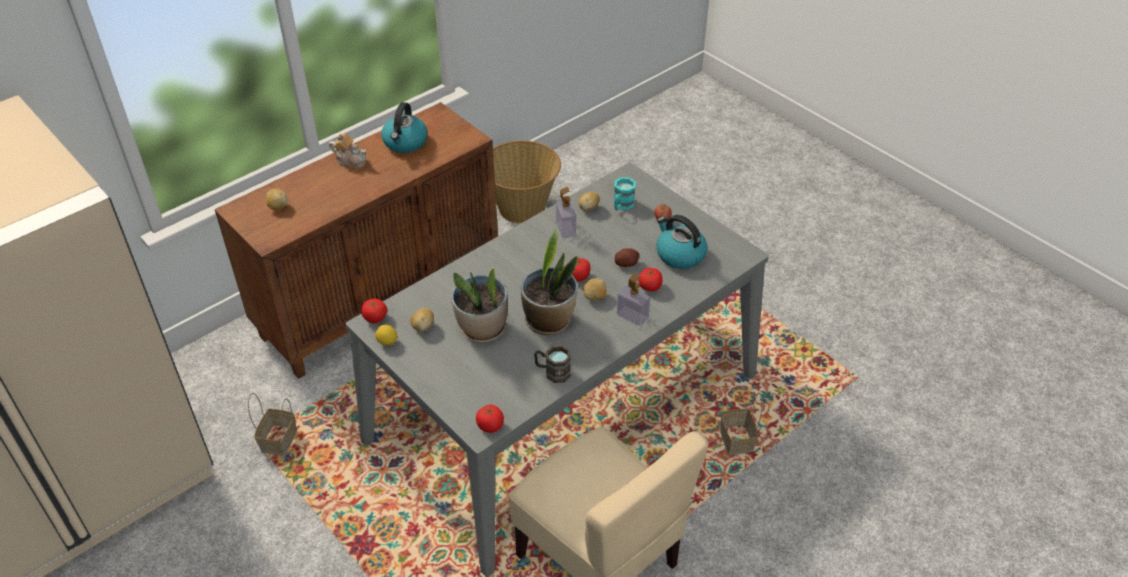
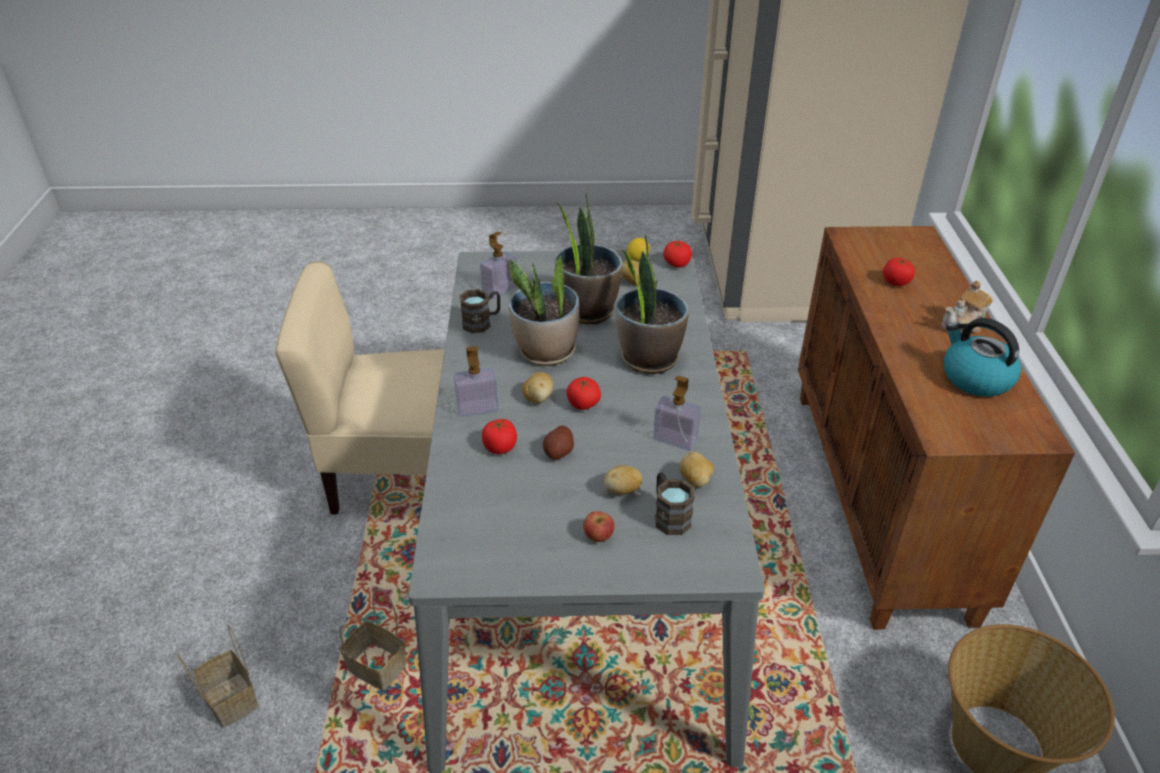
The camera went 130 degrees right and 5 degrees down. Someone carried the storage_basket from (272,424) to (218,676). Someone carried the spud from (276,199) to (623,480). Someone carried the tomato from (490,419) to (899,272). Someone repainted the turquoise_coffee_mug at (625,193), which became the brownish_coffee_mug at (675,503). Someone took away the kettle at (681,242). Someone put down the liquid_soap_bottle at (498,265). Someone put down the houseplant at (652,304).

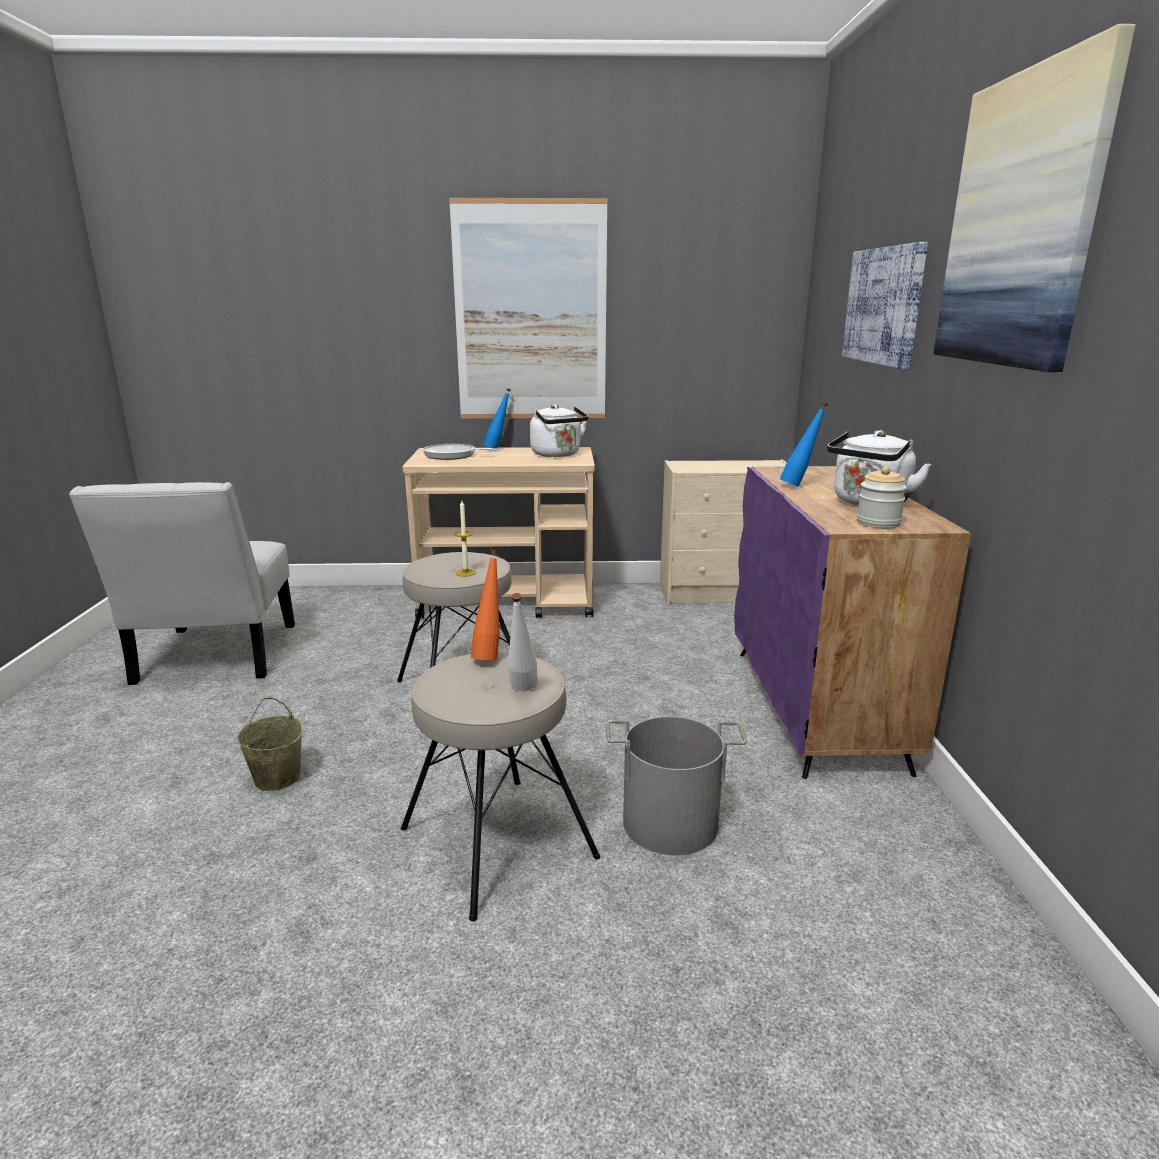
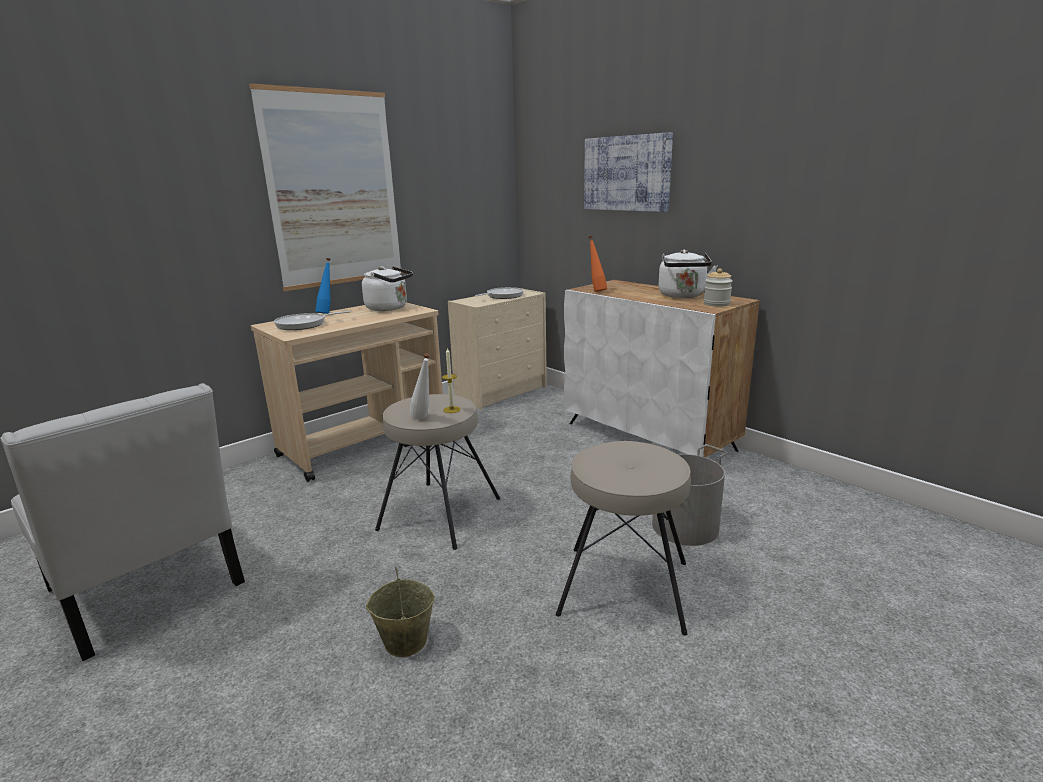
The camera went 40 degrees left and 0 degrees up. Someone carried the orange-coloured_drink_bottle from (485,605) to (598,264). Someone carried the white_drink_bottle from (523,642) to (420,386). Someone repainted the purple-coloured_storage_cabinet at (852,622), which became the white_storage_cabinet at (662,368). Someone took away the bluish_drink_bottle at (804,444). Someone took away the wall_picture at (1034,198). Someone put down the pan at (499,293).

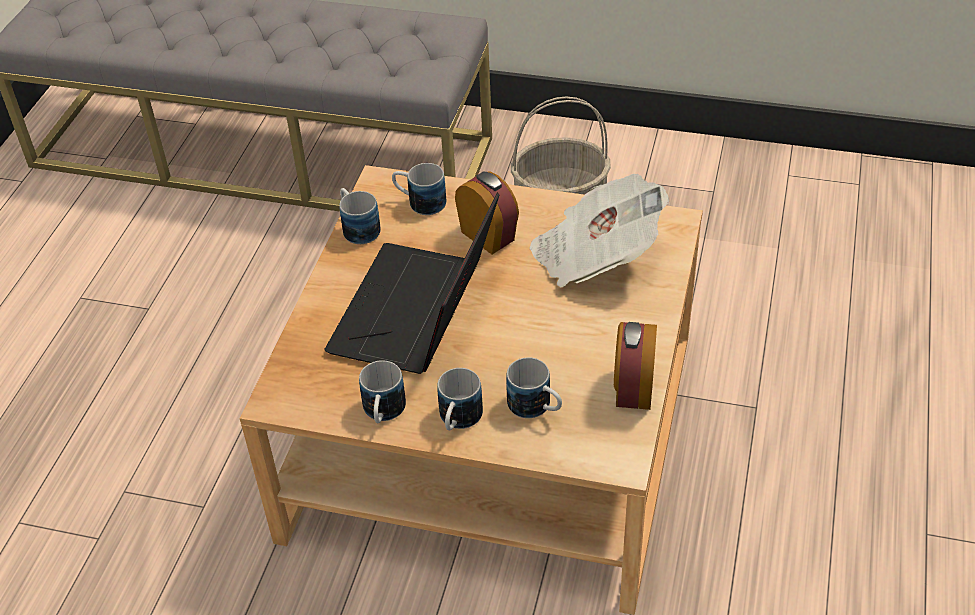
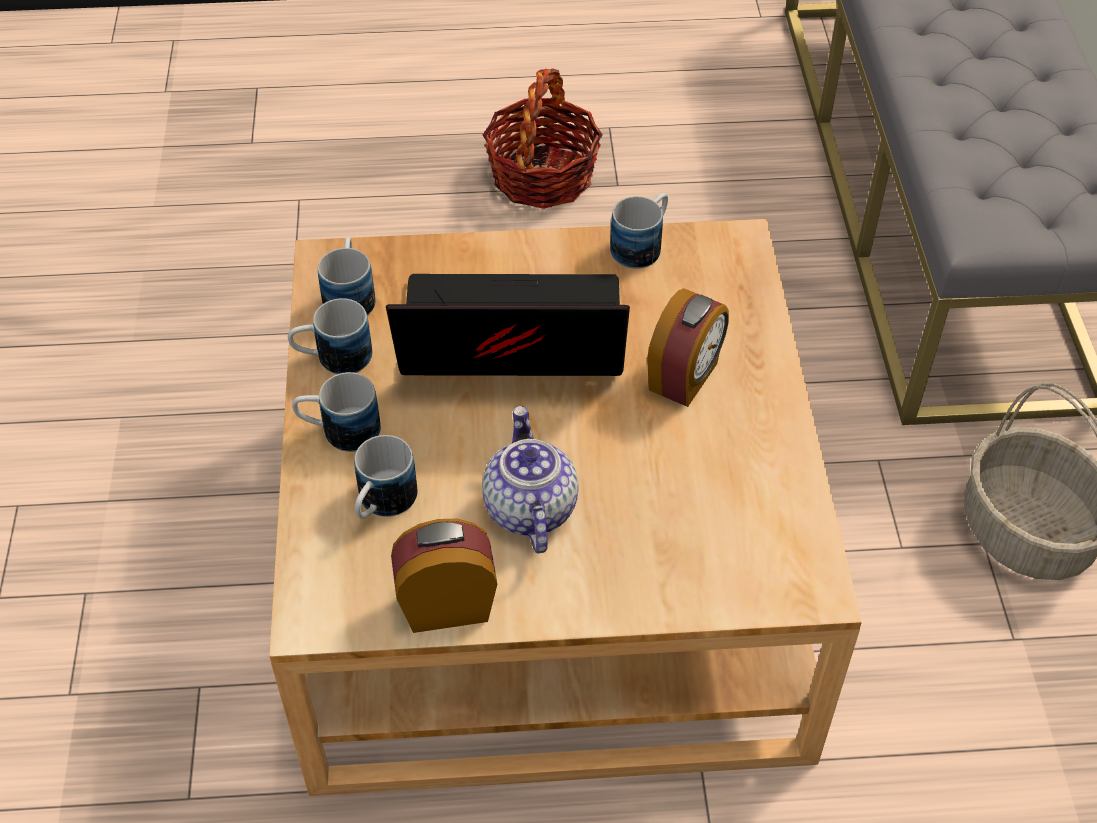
The camera went 70 degrees right and 5 degrees up. Someone carried the coffee_mug from (419,189) to (346,276). Someone took away the newspaper at (599,231). Someone put down the tea_pot at (530,480). Someone put down the storage_basket at (542,138).

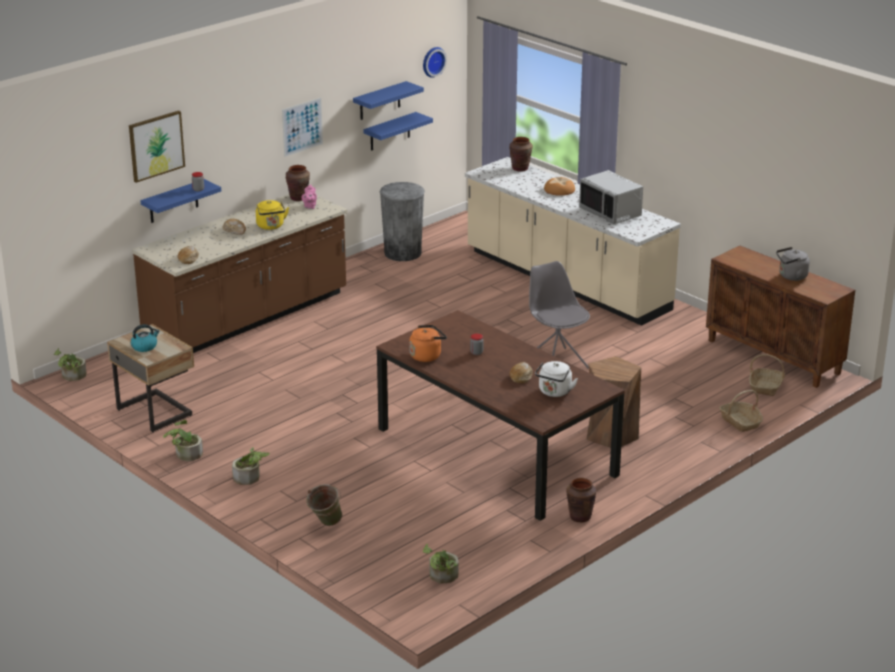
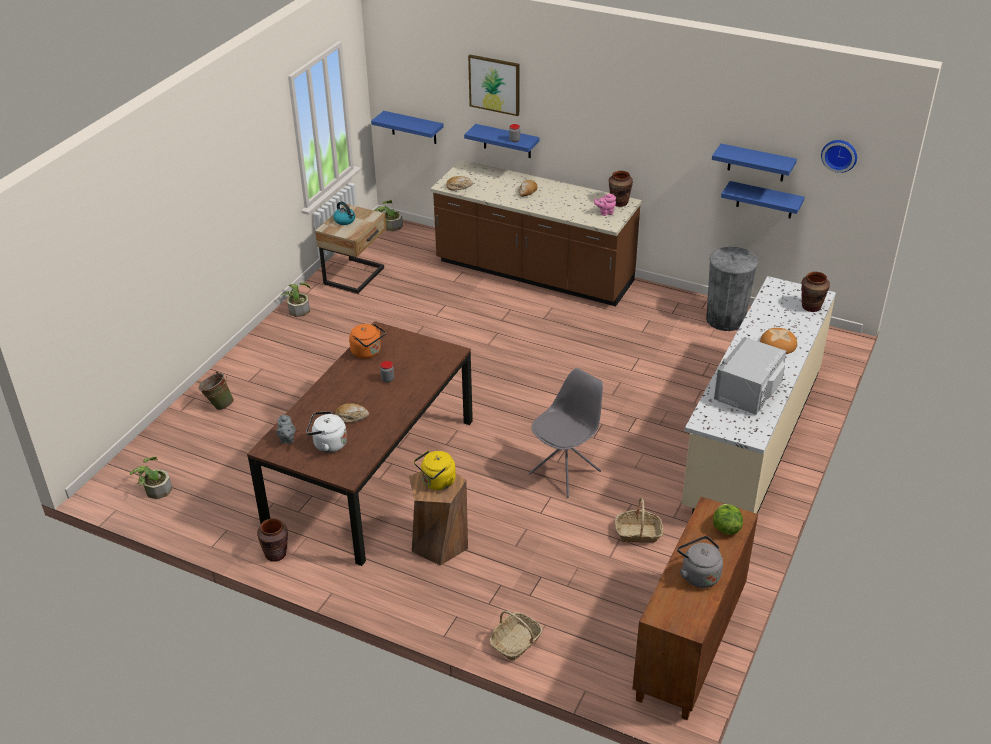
The camera went 70 degrees right and 10 degrees up. Someone took away the houseplant at (251,466). Someone carried the yellowish_kettle from (272,215) to (435,470). Someone took away the wall_picture at (302,127). Someone carried the storage_basket from (767,375) to (639,520). Someone put down the grey_tea_pot at (286,429). Someone put up the bluish_wall_shelf at (407,127). Someone put down the lettuce_head at (728,519).

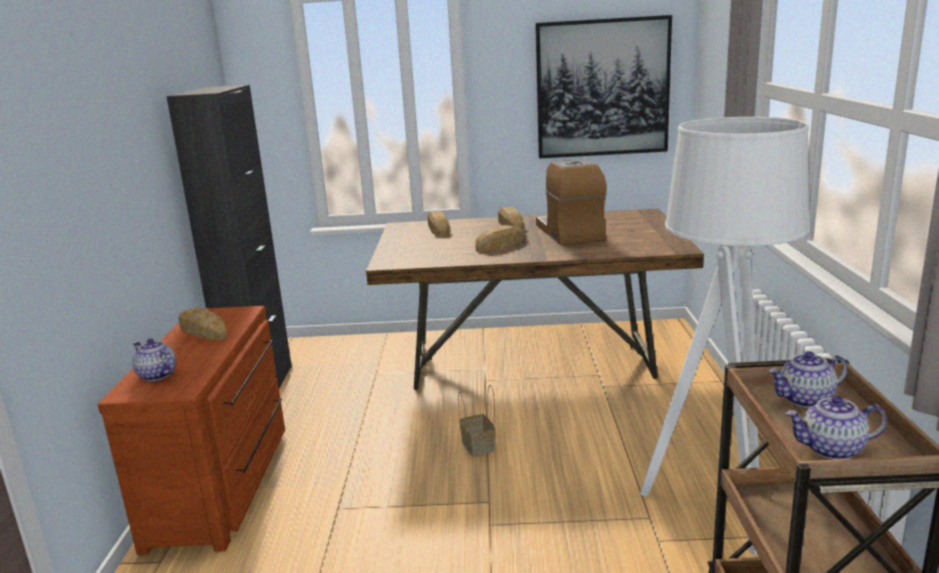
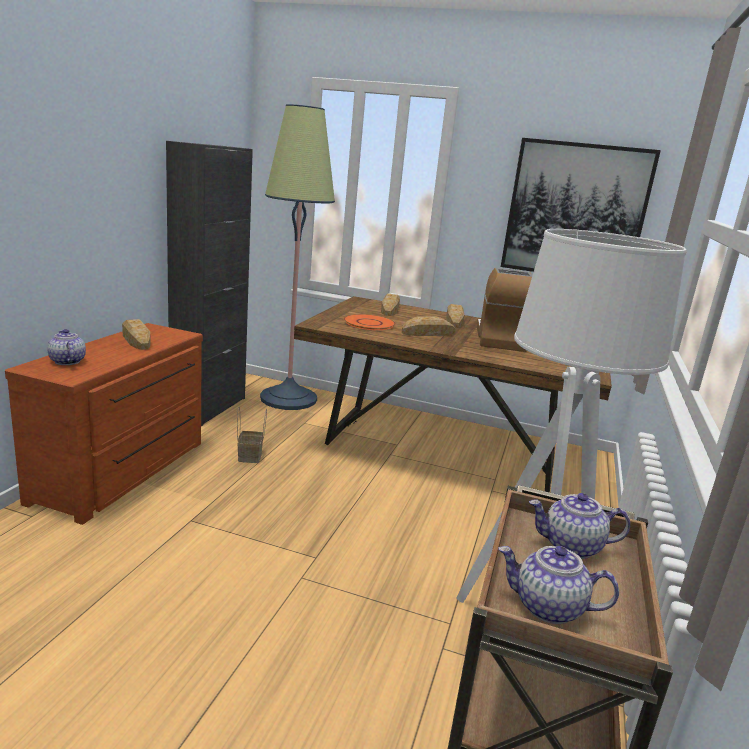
The camera went 15 degrees right and 0 degrees up. Someone carried the storage_basket from (476,421) to (252,435). Someone put down the floor_lamp at (297,257). Someone put down the orange-coloured_flat_dish at (370,322).

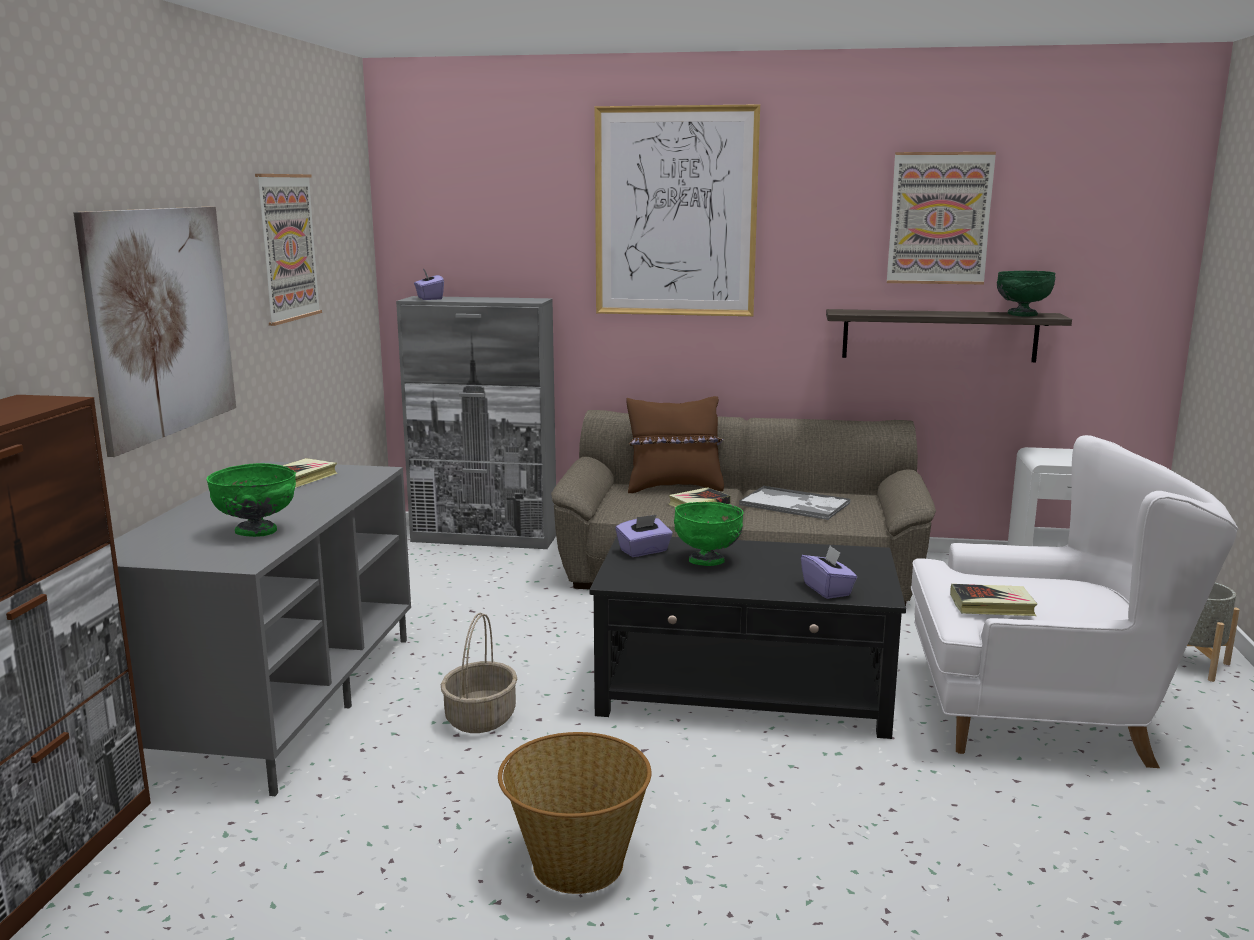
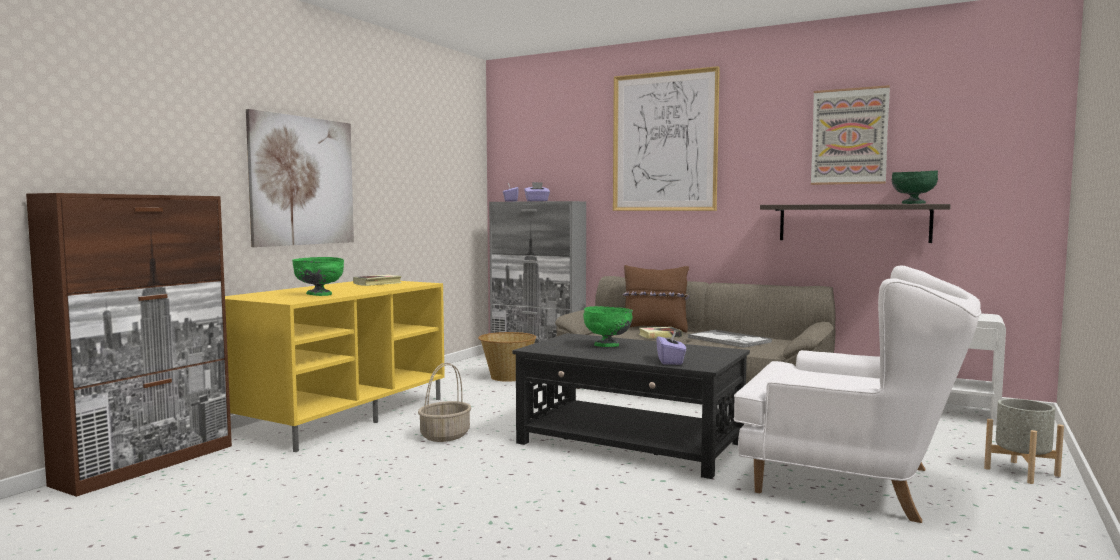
The camera went 20 degrees right and 10 degrees down. Someone repainted the grey_tv_stand at (262,628), which became the yellowish_tv_stand at (335,366). Someone took away the wall_picture at (288,250). Someone carried the storage_basket from (574,813) to (507,357). Someone carried the purple-coloured_tissue_box from (644,535) to (537,191). Someone took away the book at (993,600).

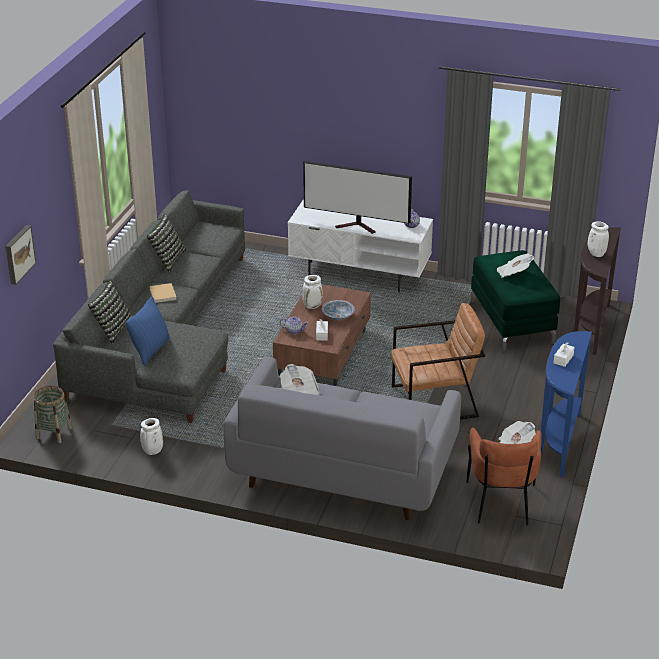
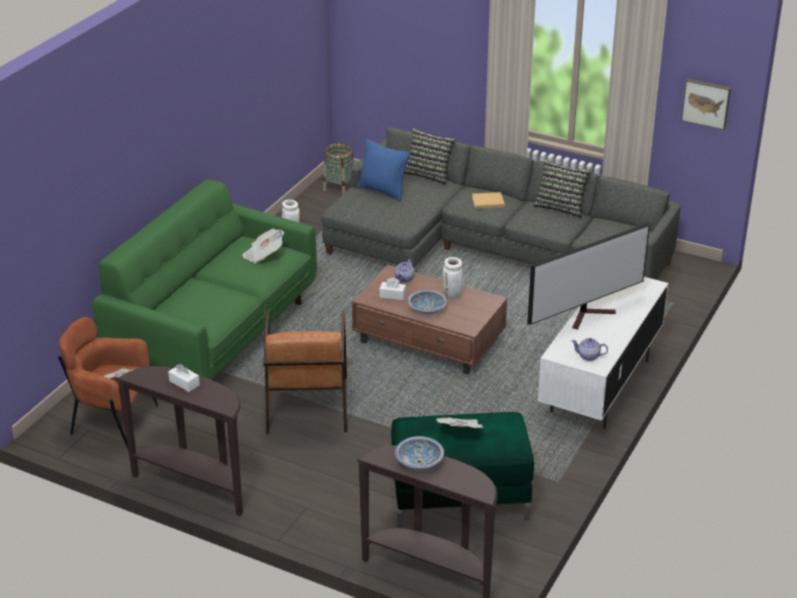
The camera went 100 degrees right and 0 degrees up. Someone carried the wall_picture from (20,255) to (706,104). Someone repainted the grey_sofa at (342,438), which became the green-coloured_sofa at (204,280). Someone rotated the television at (357,197) by 150 degrees counterclockwise. Someone repainted the bluish_narrow_table at (566,404), which became the brownish_narrow_table at (179,441). Someone swapped the white_vase at (598,239) for the bowl at (419,453).

